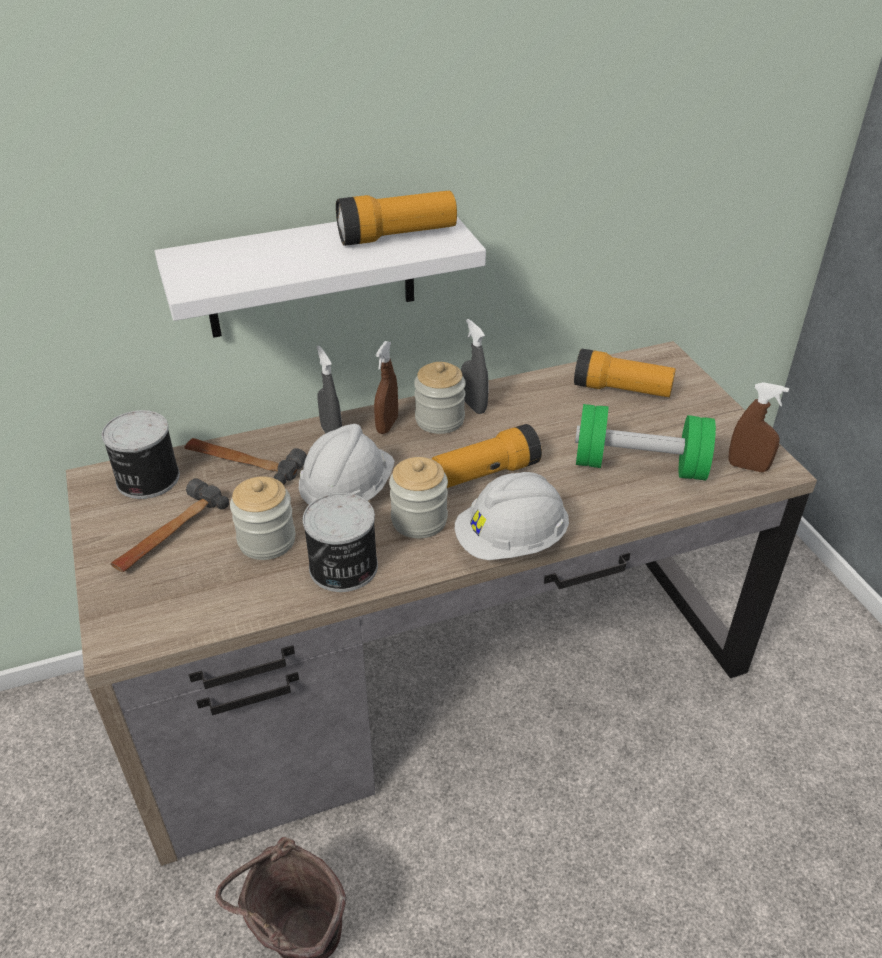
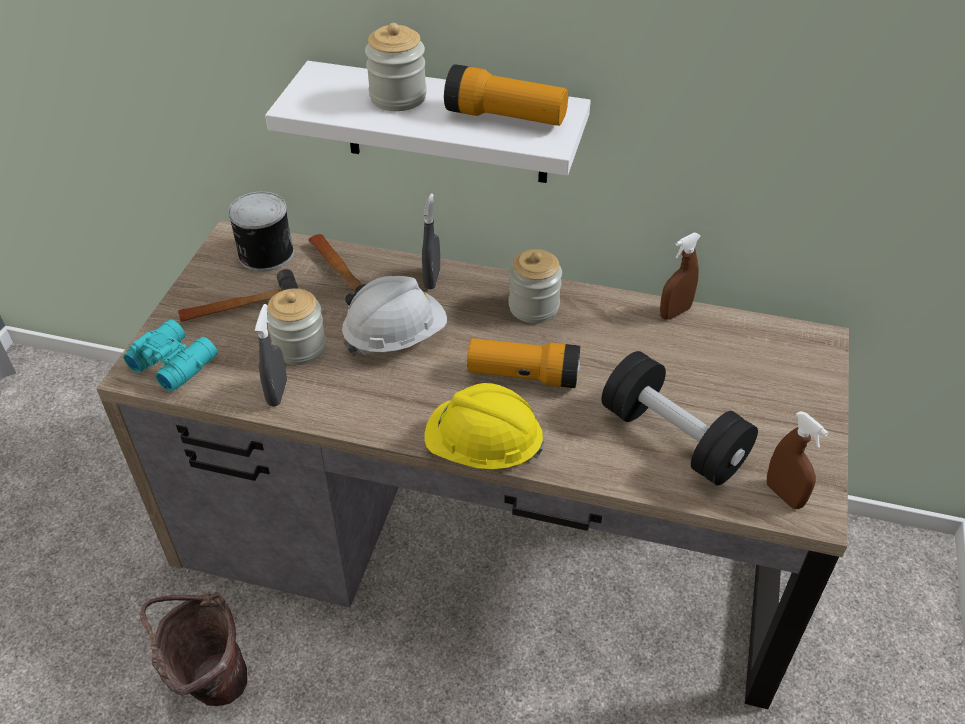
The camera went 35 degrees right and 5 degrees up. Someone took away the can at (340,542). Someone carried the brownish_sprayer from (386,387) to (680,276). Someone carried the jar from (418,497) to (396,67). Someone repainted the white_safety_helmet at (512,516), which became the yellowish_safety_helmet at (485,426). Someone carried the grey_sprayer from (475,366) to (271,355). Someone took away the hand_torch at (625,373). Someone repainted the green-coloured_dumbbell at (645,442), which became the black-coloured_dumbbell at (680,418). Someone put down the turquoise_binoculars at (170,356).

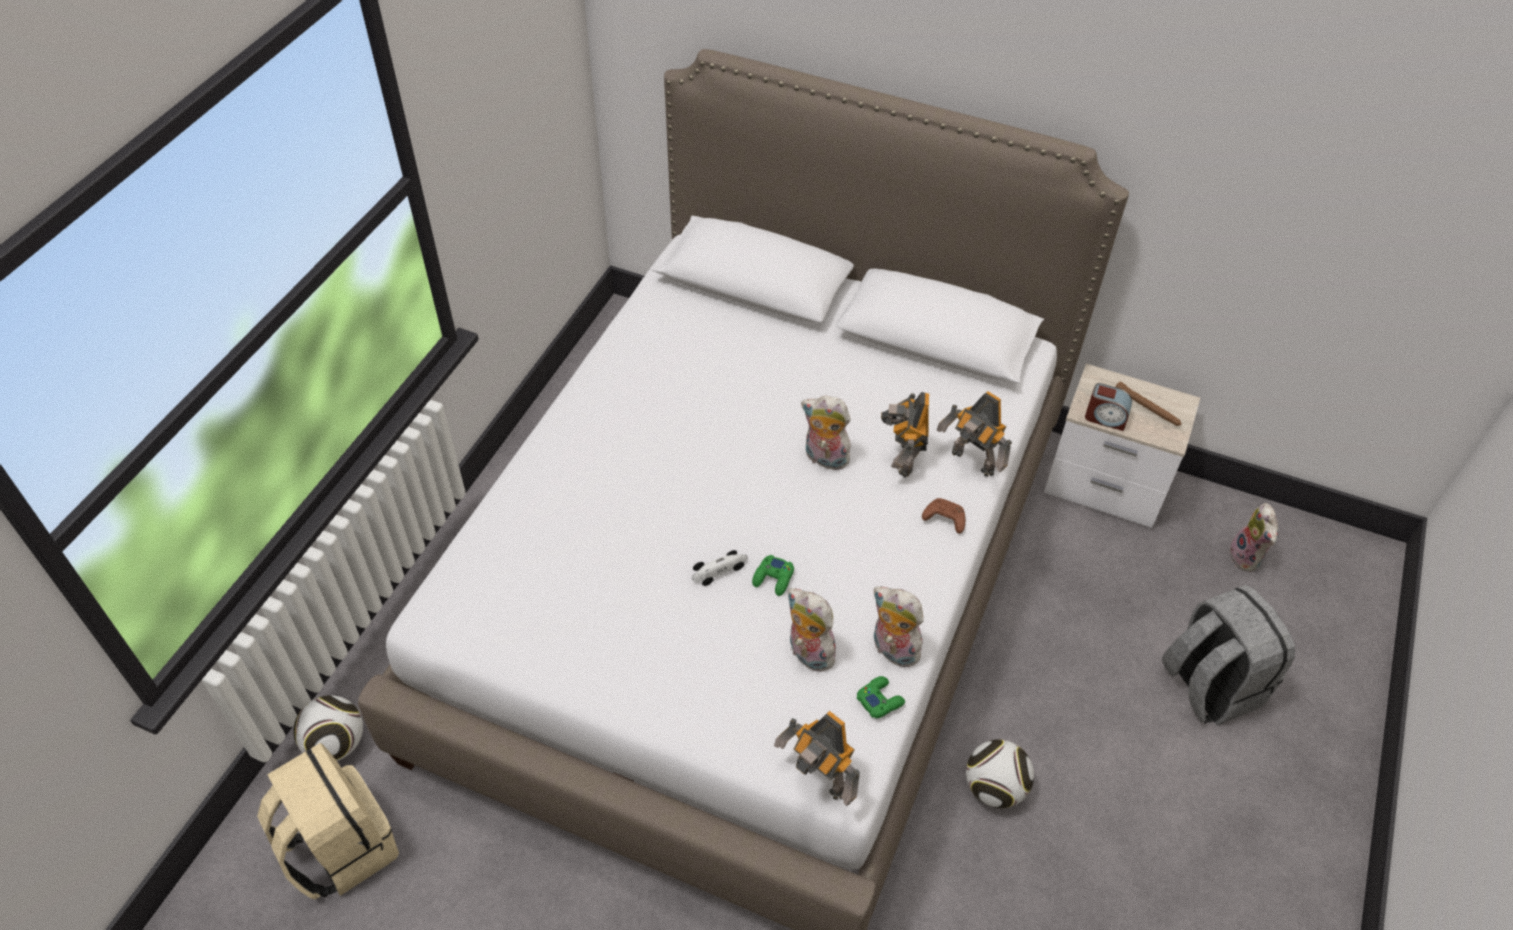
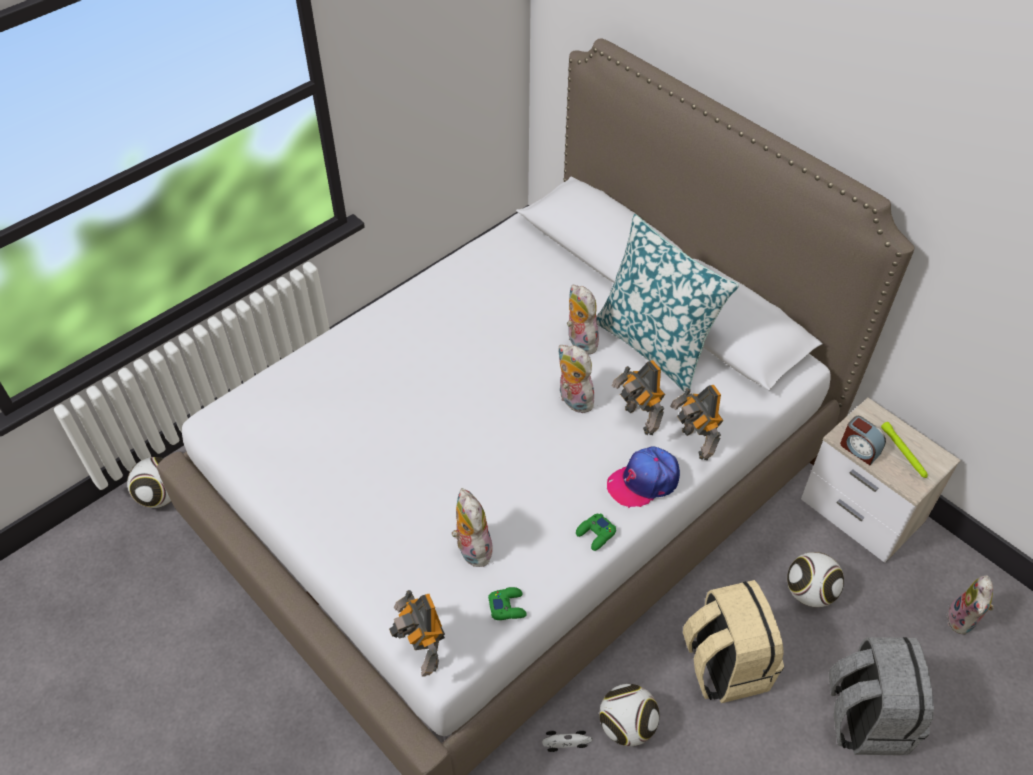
The camera went 25 degrees right and 0 degrees up. Someone carried the beige_backpack from (328,821) to (733,641). Someone carried the toy_car from (720,568) to (567,741). Someone carried the green-coloured_gamepad from (773,575) to (596,532). Someone carried the soft_toy from (899,627) to (584,319). Someone rotated the toy_robot at (905,435) by 60 degrees counterclockwise. Someone swapped the brownish_gamepad at (943,516) for the baseball_cap at (643,477). Someone repainted the brownish_hand_torch at (1148,404), which became the green-coloured_hand_torch at (904,450). Someone put down the throw_pillow at (667,303). Someone put down the football at (815,579).

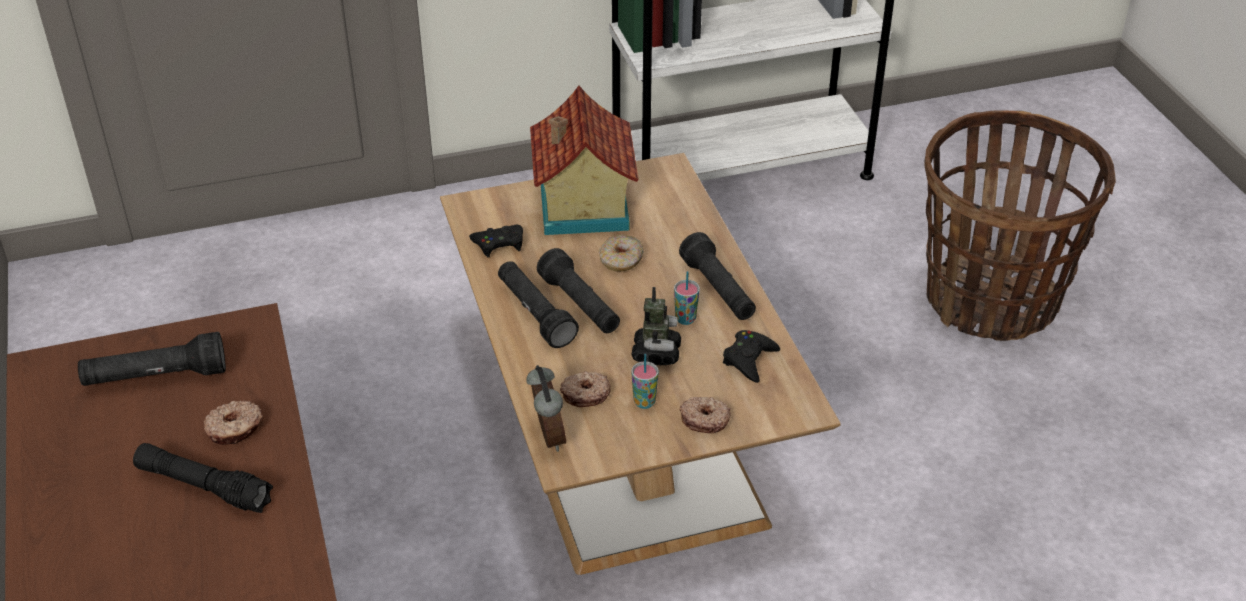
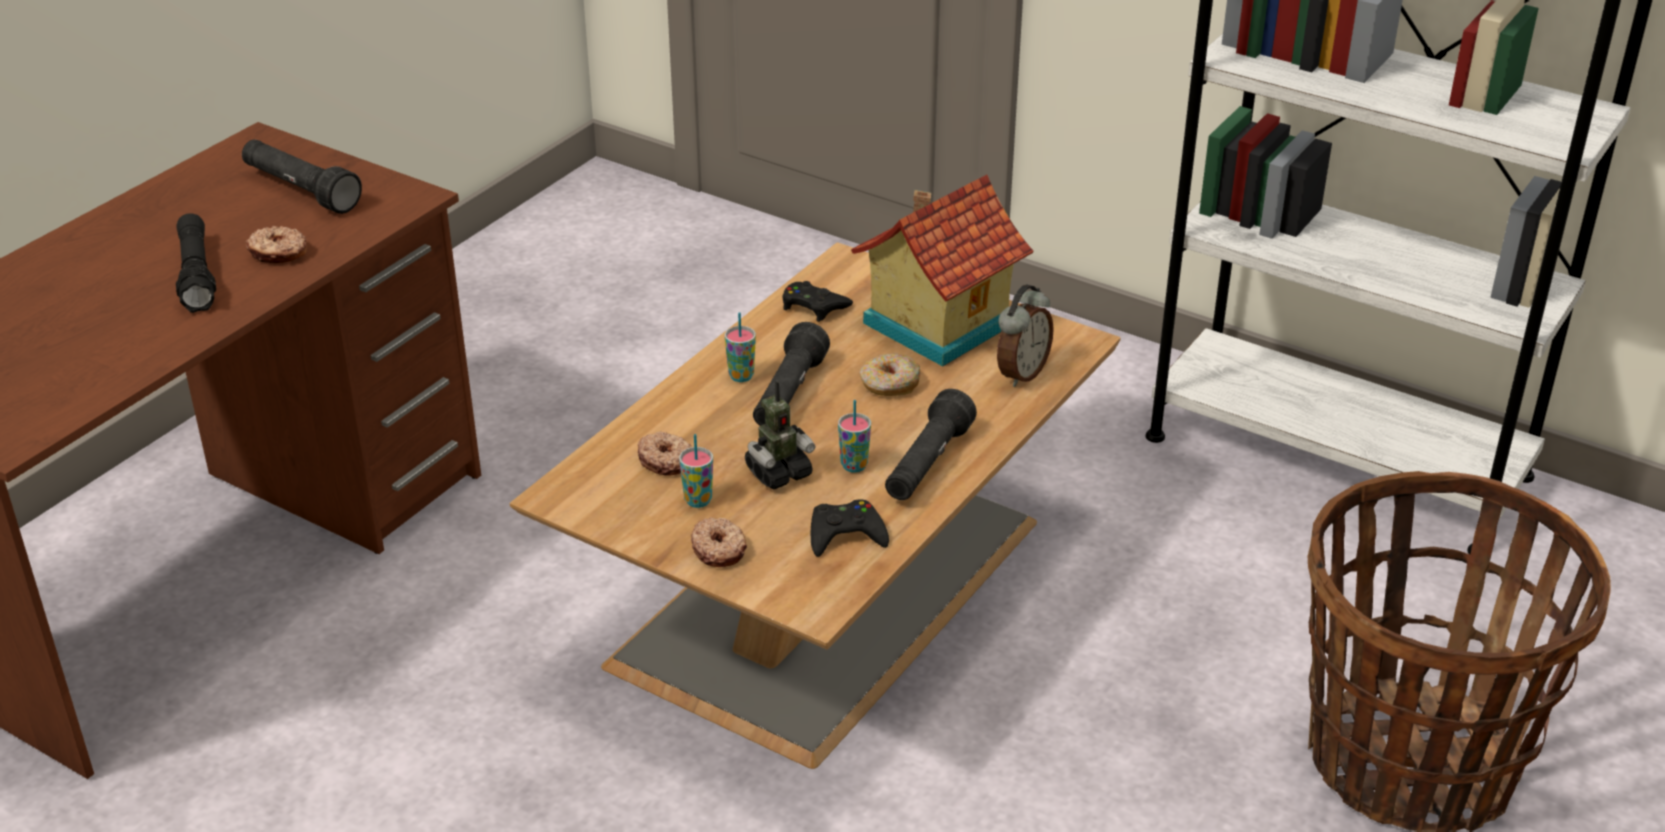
The camera went 50 degrees right and 5 degrees down. Someone swapped the black-coloured_hand_torch at (538,304) for the drinking_cup at (740,347). Someone carried the table_clock from (546,408) to (1025,335).

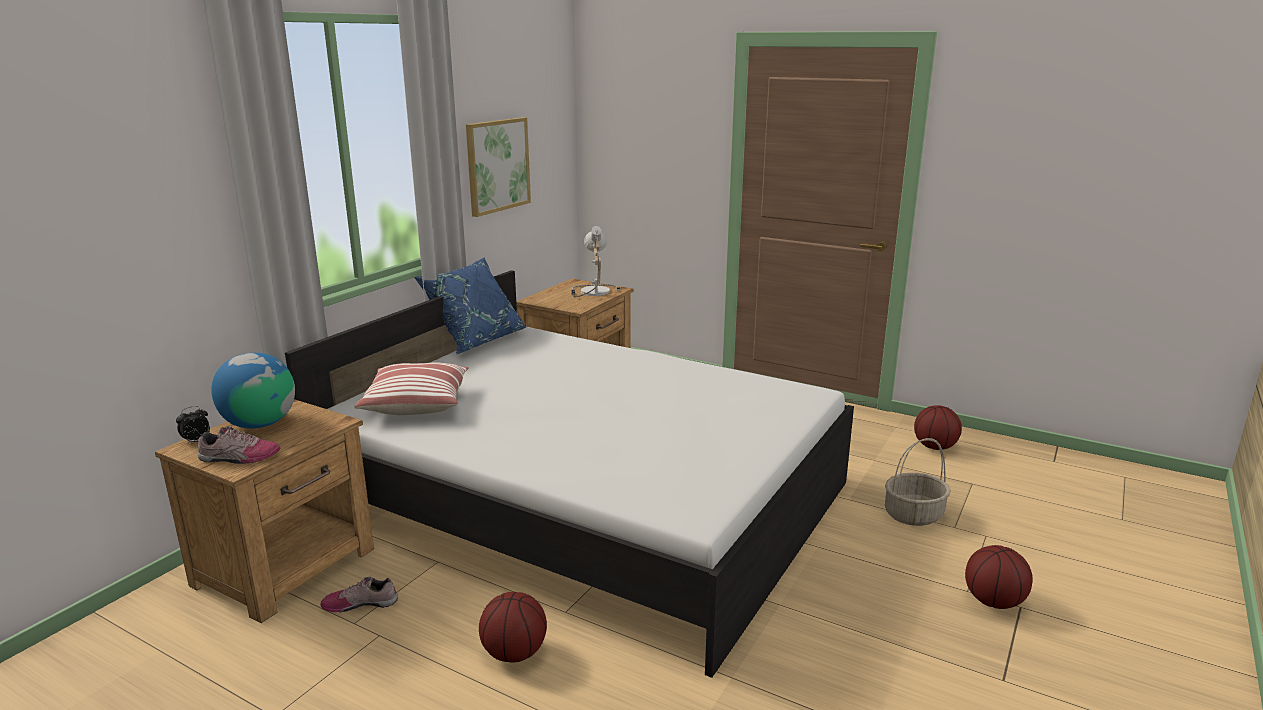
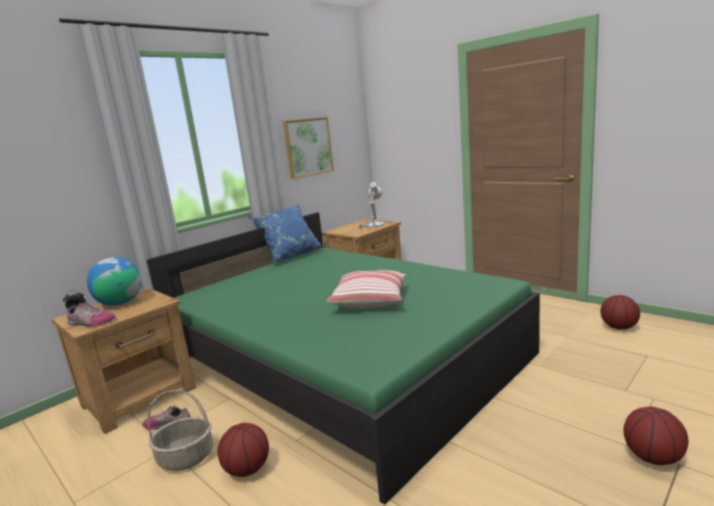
The camera went 15 degrees right and 5 degrees down. Someone repainted the white_bedroom_bed at (569,474), which became the green-coloured_bedroom_bed at (343,358). Someone carried the throw_pillow from (411,389) to (366,289). Someone carried the storage_basket from (918,482) to (180,430).

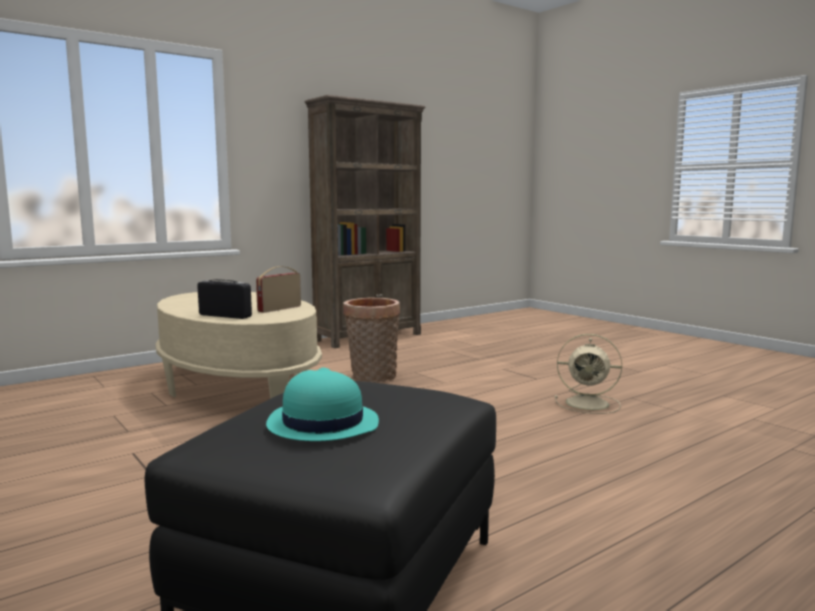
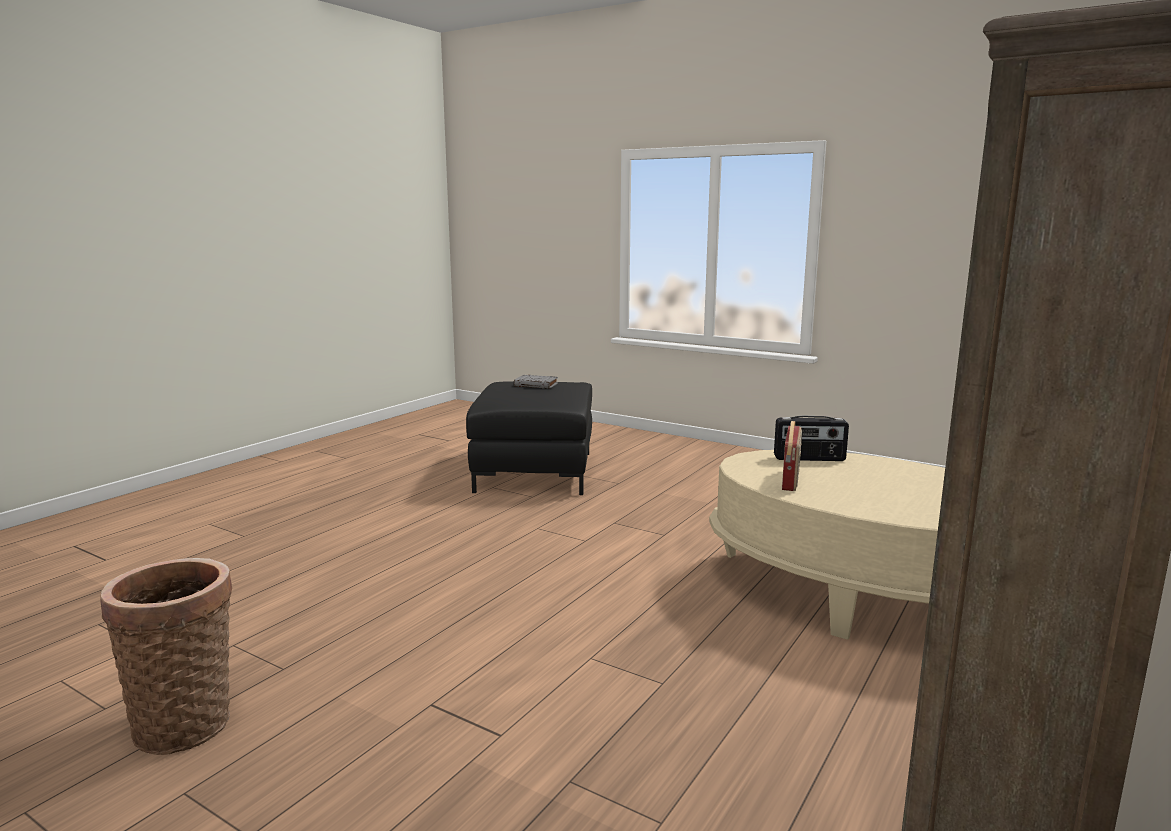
The camera went 160 degrees right and 5 degrees up. Someone swapped the turquoise_clothing_hat at (322,404) for the grey_book at (536,382). Someone carried the storage_basket from (371,340) to (166,656). Someone took away the beige_fan at (588,374).

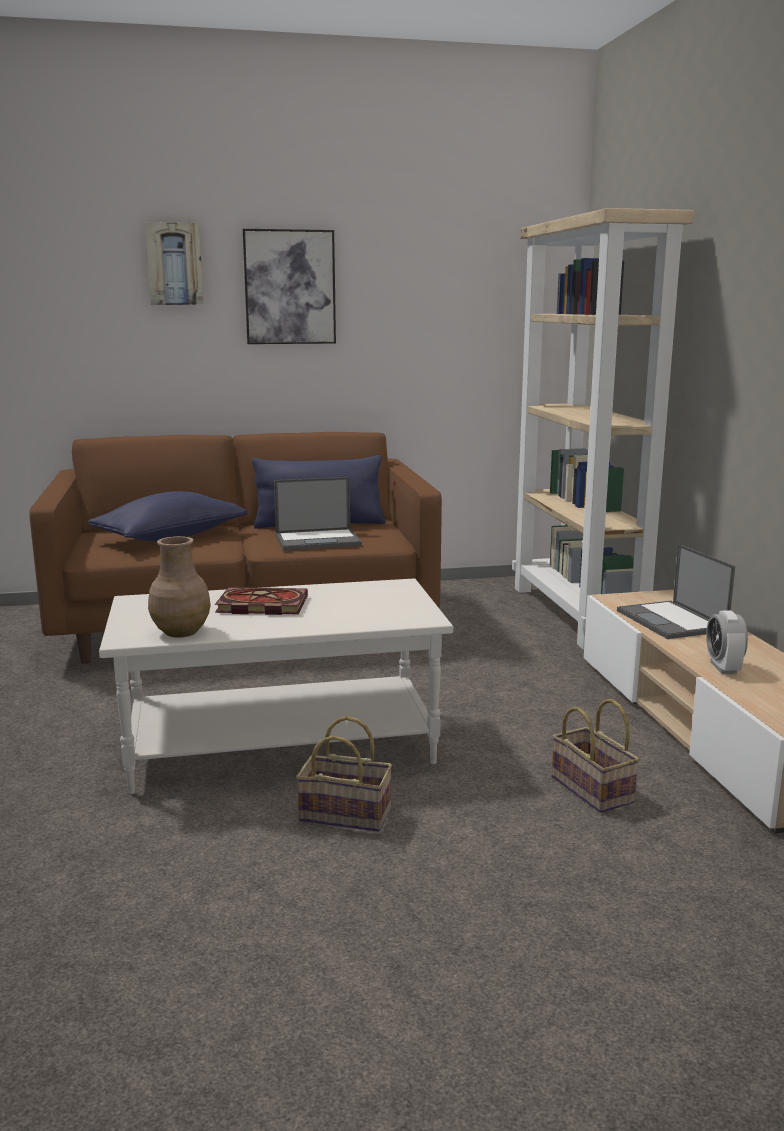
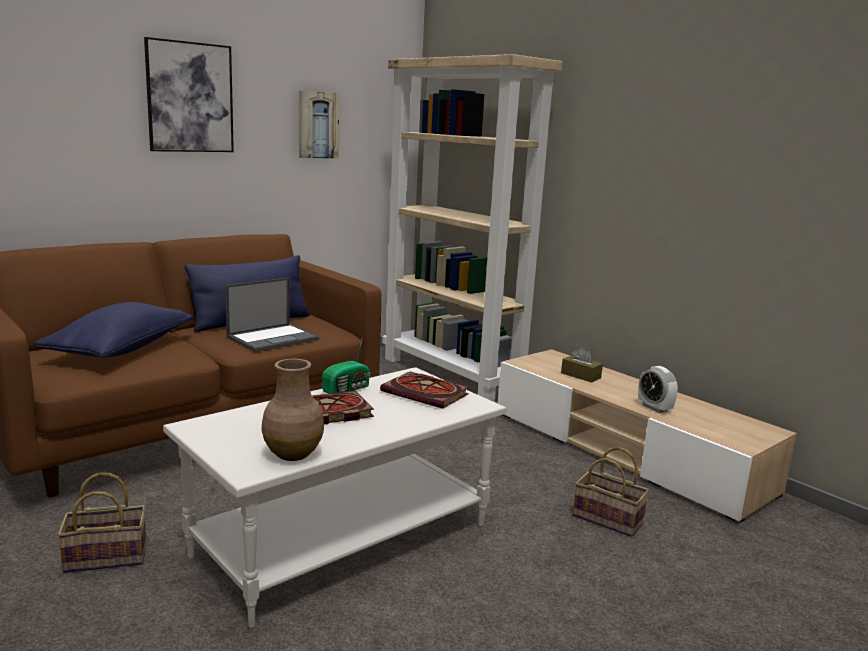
The camera went 30 degrees left and 0 degrees up. Someone carried the wall_picture from (174,263) to (319,124). Someone carried the storage_basket from (344,774) to (102,522). Someone swapped the laptop at (676,591) for the brownish_tissue_box at (582,365). Someone put down the radio_receiver at (346,366). Someone put down the book at (424,390).

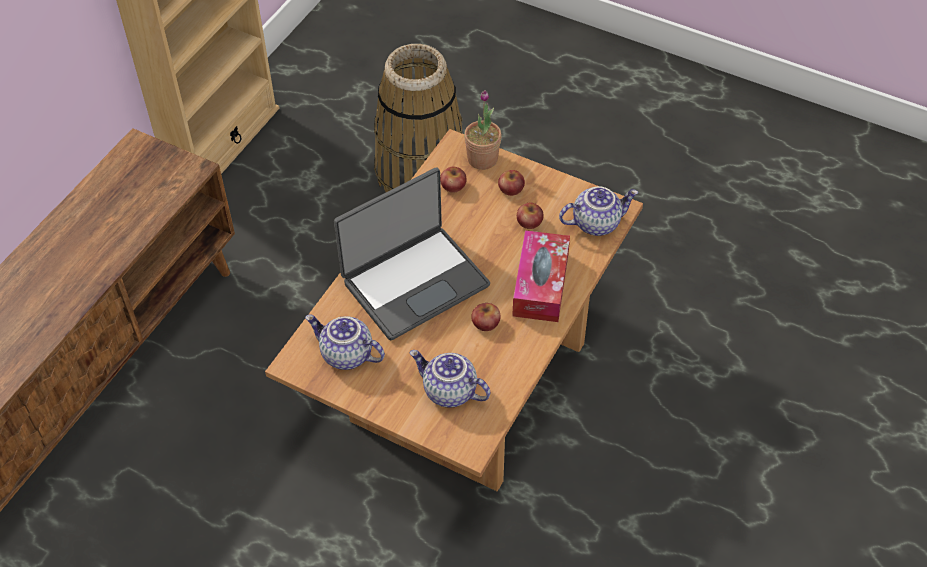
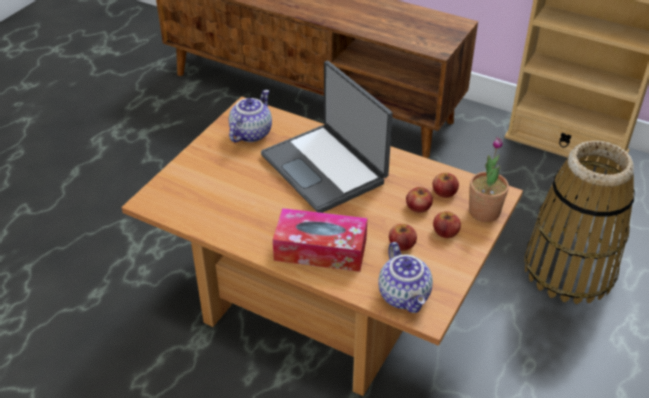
The camera went 90 degrees right and 10 degrees down. Someone took away the tea_pot at (450,379). Someone carried the whole_apple from (485,317) to (419,200).

